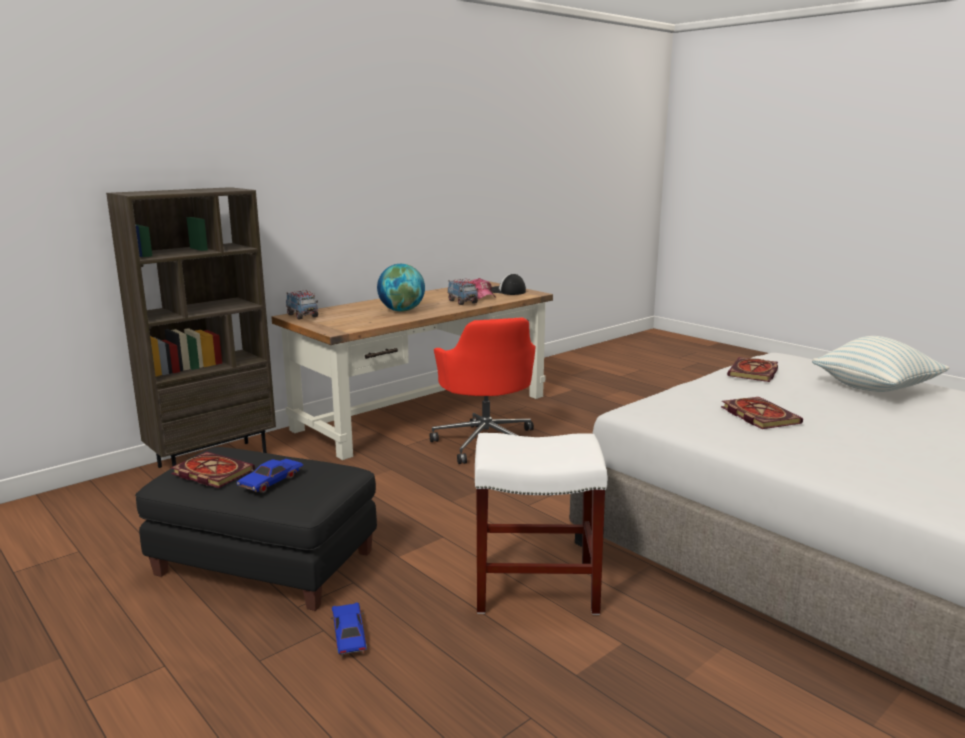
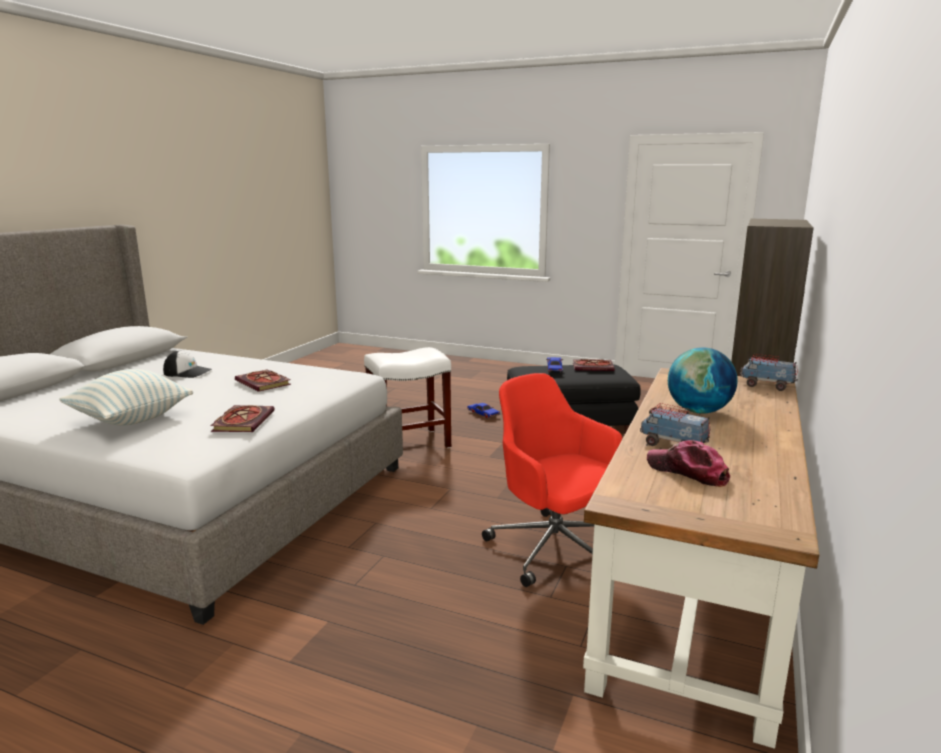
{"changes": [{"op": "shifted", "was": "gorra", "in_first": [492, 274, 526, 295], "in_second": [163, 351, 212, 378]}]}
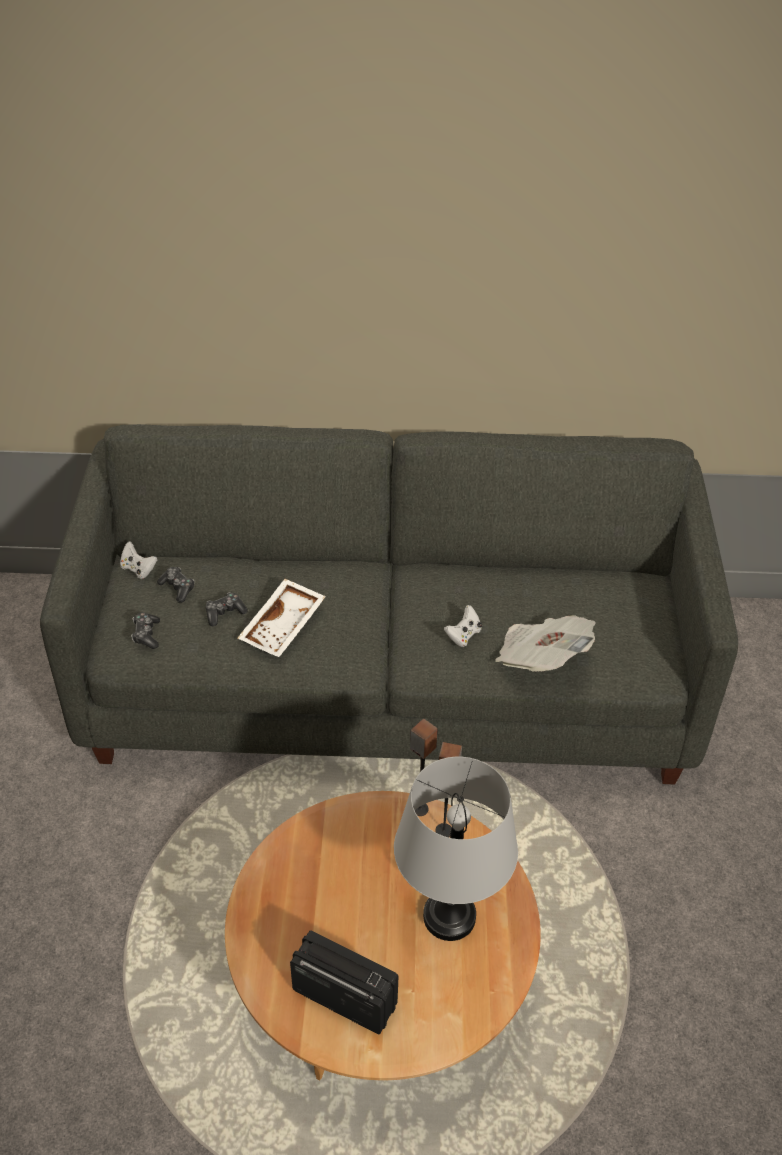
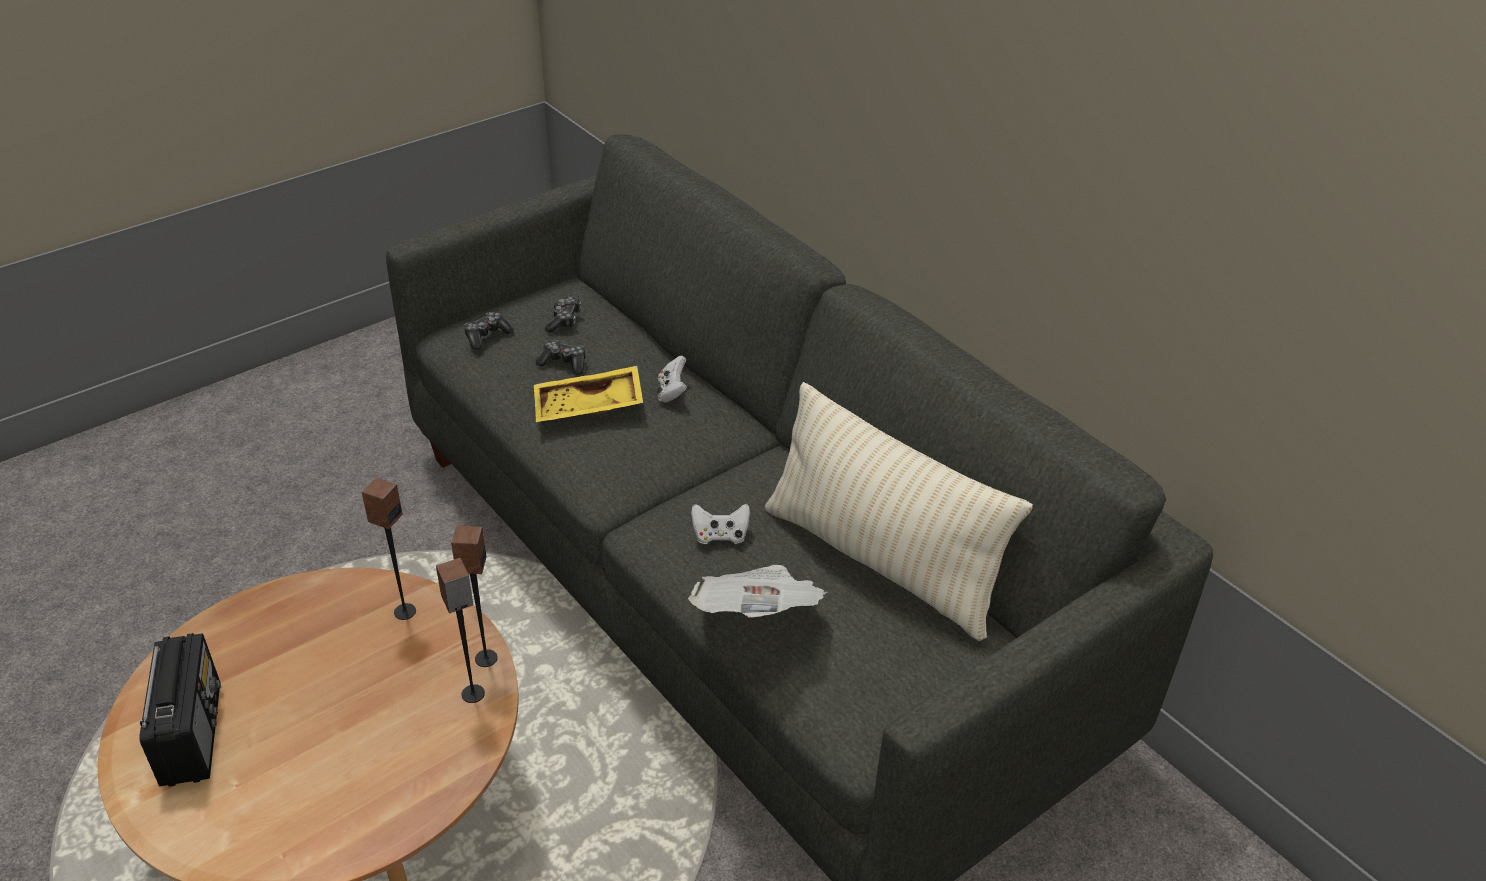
{"changes": [{"op": "shifted", "was": "mando de consola (blanco)", "in_first": [120, 541, 158, 579], "in_second": [657, 356, 687, 403]}, {"op": "repainted", "was": "bandeja (blanco)", "now": "bandeja (amarillo)", "in_first": [238, 579, 326, 657], "in_second": [534, 366, 643, 422]}, {"op": "gone", "was": "lámpara de mesa (gris)", "in_first": [394, 757, 518, 941]}, {"op": "new", "now": "cojín (beis)", "in_second": [765, 382, 1033, 641]}, {"op": "new", "now": "altavoz", "in_second": [361, 478, 416, 620]}]}
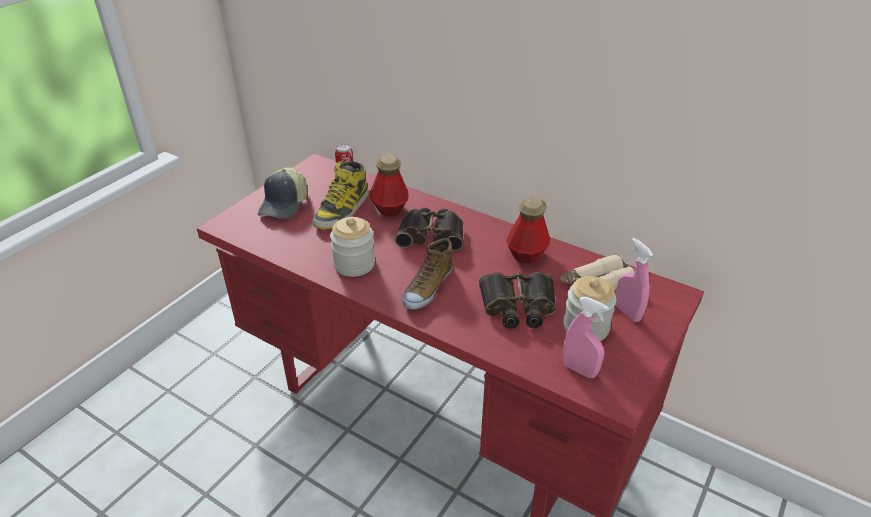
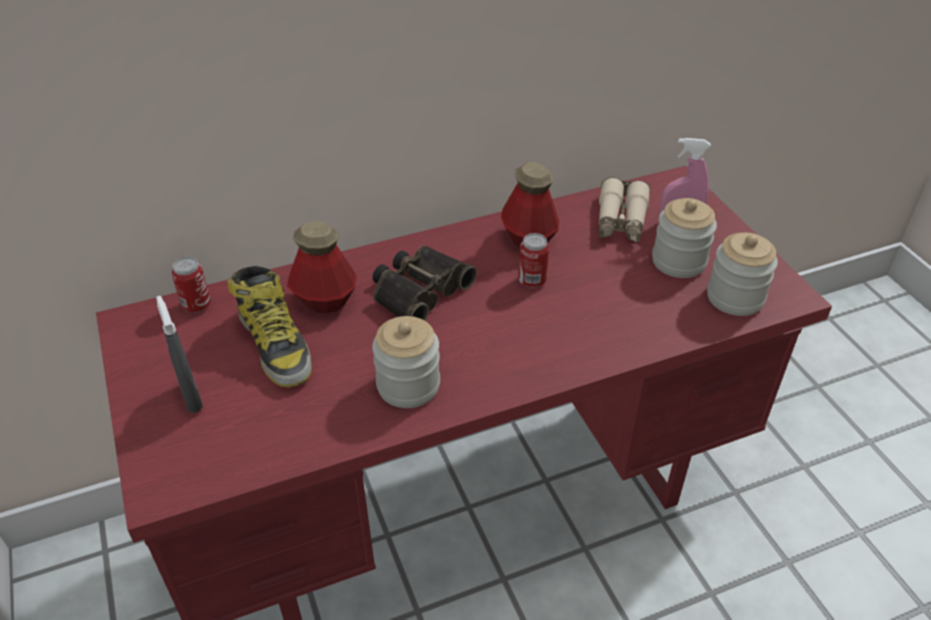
{"changes": [{"op": "swapped", "was": "gorra", "now": "pulverizador (gris)", "in_first": [258, 167, 307, 219], "in_second": [156, 296, 203, 413]}, {"op": "gone", "was": "zapato", "in_first": [402, 238, 453, 310]}, {"op": "gone", "was": "prismáticos", "in_first": [479, 272, 556, 328]}, {"op": "swapped", "was": "pulverizador (rosa)", "now": "tarro", "in_first": [563, 297, 609, 378], "in_second": [707, 233, 778, 316]}, {"op": "new", "now": "lata", "in_second": [518, 233, 549, 288]}]}
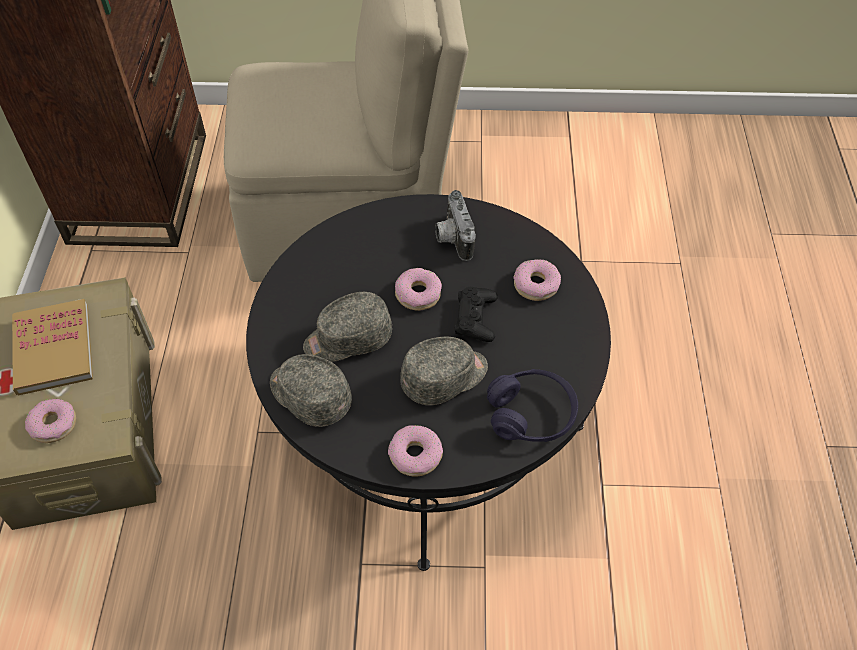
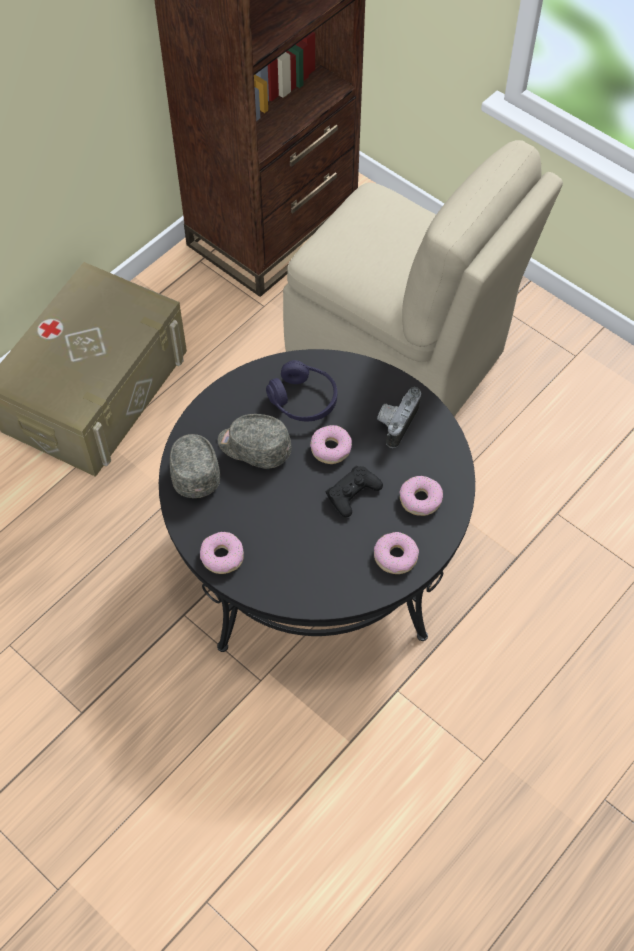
{"changes": [{"op": "gone", "was": "libro", "in_first": [12, 299, 93, 395]}, {"op": "gone", "was": "gorra (gris)", "in_first": [400, 337, 488, 405]}, {"op": "shifted", "was": "auriculares (morado)", "in_first": [487, 369, 578, 442], "in_second": [266, 360, 337, 421]}, {"op": "shifted", "was": "rosquilla", "in_first": [25, 399, 76, 443], "in_second": [374, 532, 419, 574]}]}
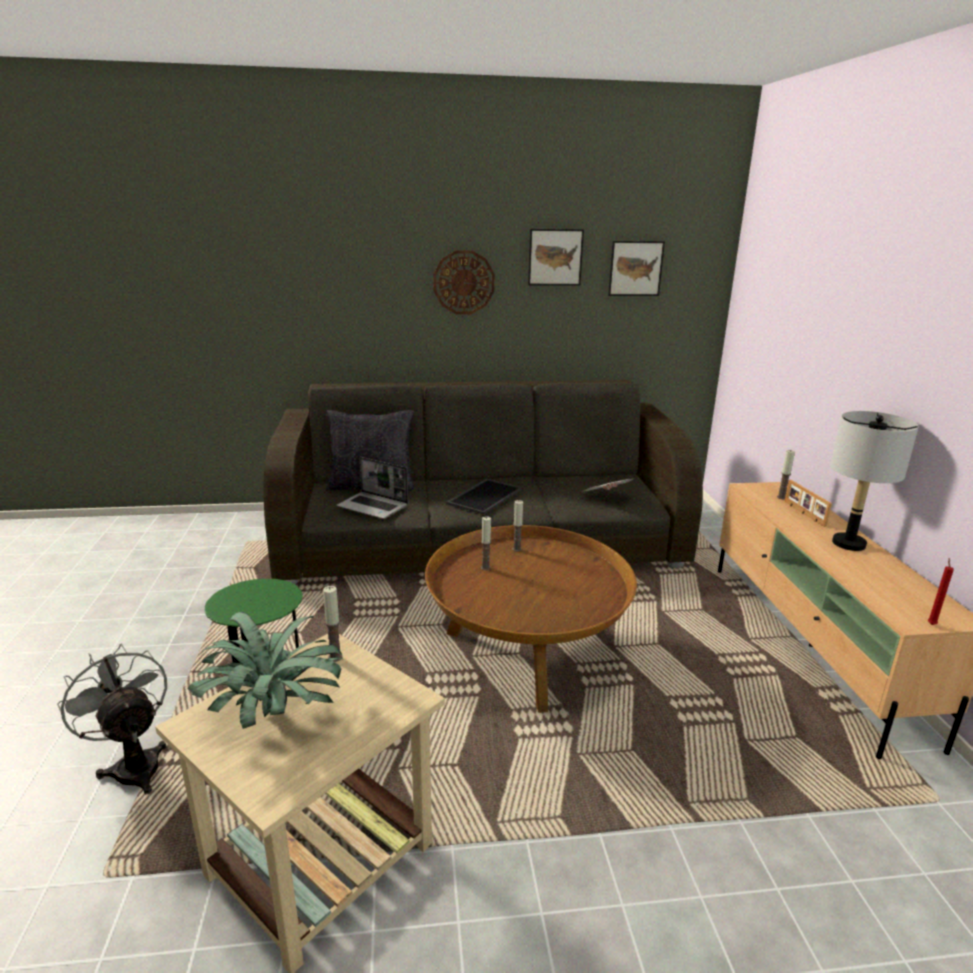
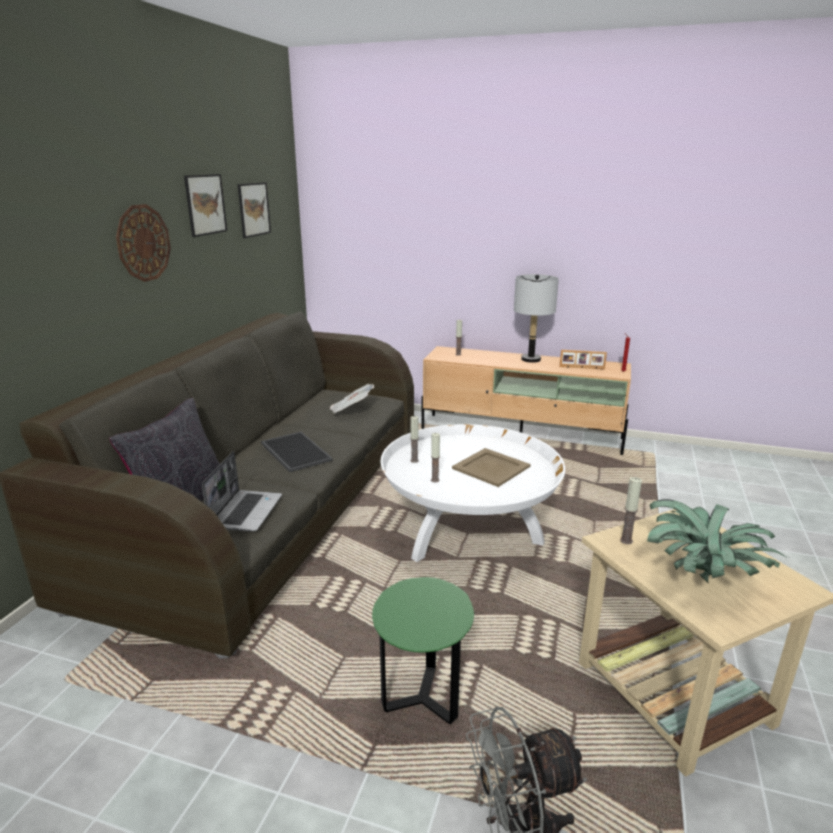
{"changes": [{"op": "rotated", "was": "portátil", "in_first": [337, 457, 408, 519], "in_second": [202, 451, 282, 532], "clockwise": -45}, {"op": "shifted", "was": "portarretratos", "in_first": [785, 480, 832, 527], "in_second": [560, 350, 607, 370]}, {"op": "repainted", "was": "mesa de centro (marrón)", "now": "mesa de centro (blanco)", "in_first": [425, 525, 637, 713], "in_second": [381, 424, 565, 562]}, {"op": "new", "now": "bandeja (beis)", "in_second": [452, 448, 531, 487]}]}
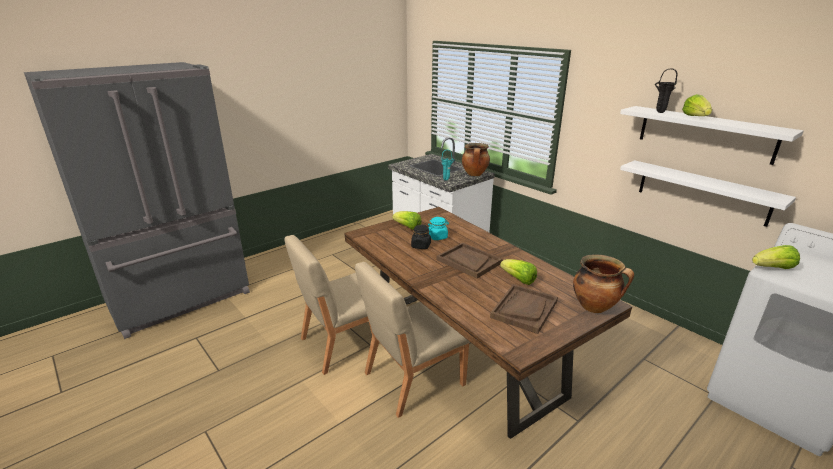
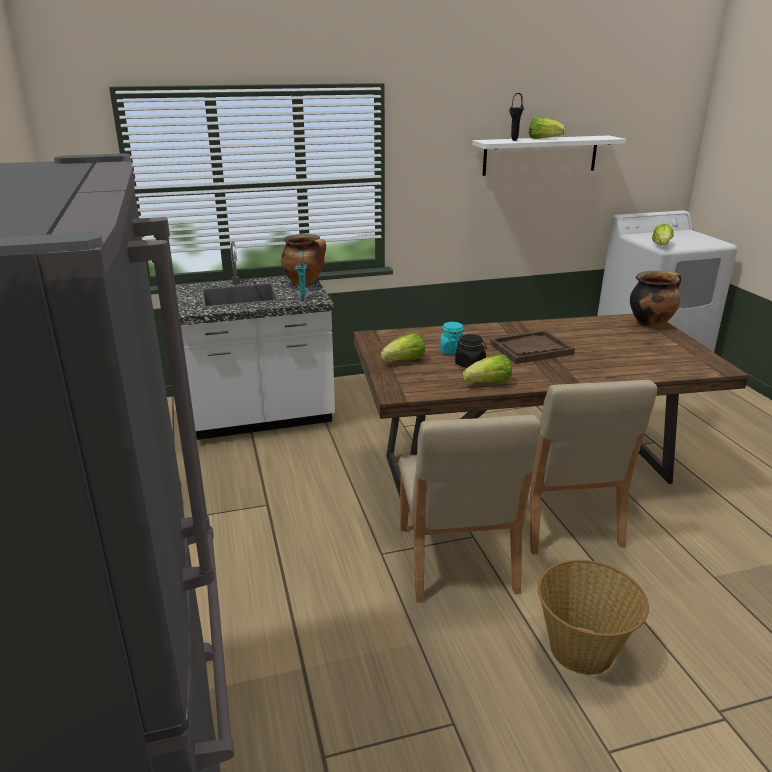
{"changes": [{"op": "gone", "was": "estante (blanco)", "in_first": [620, 160, 796, 227]}, {"op": "shifted", "was": "lechuga", "in_first": [500, 259, 537, 285], "in_second": [463, 354, 512, 383]}, {"op": "gone", "was": "bandeja (marrón)", "in_first": [490, 284, 558, 334]}, {"op": "new", "now": "cesta", "in_second": [538, 560, 649, 675]}]}
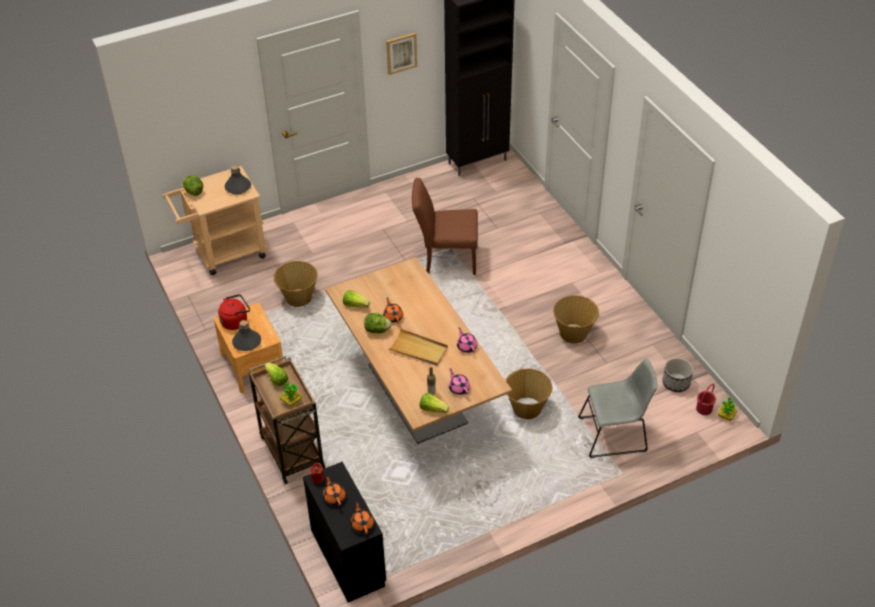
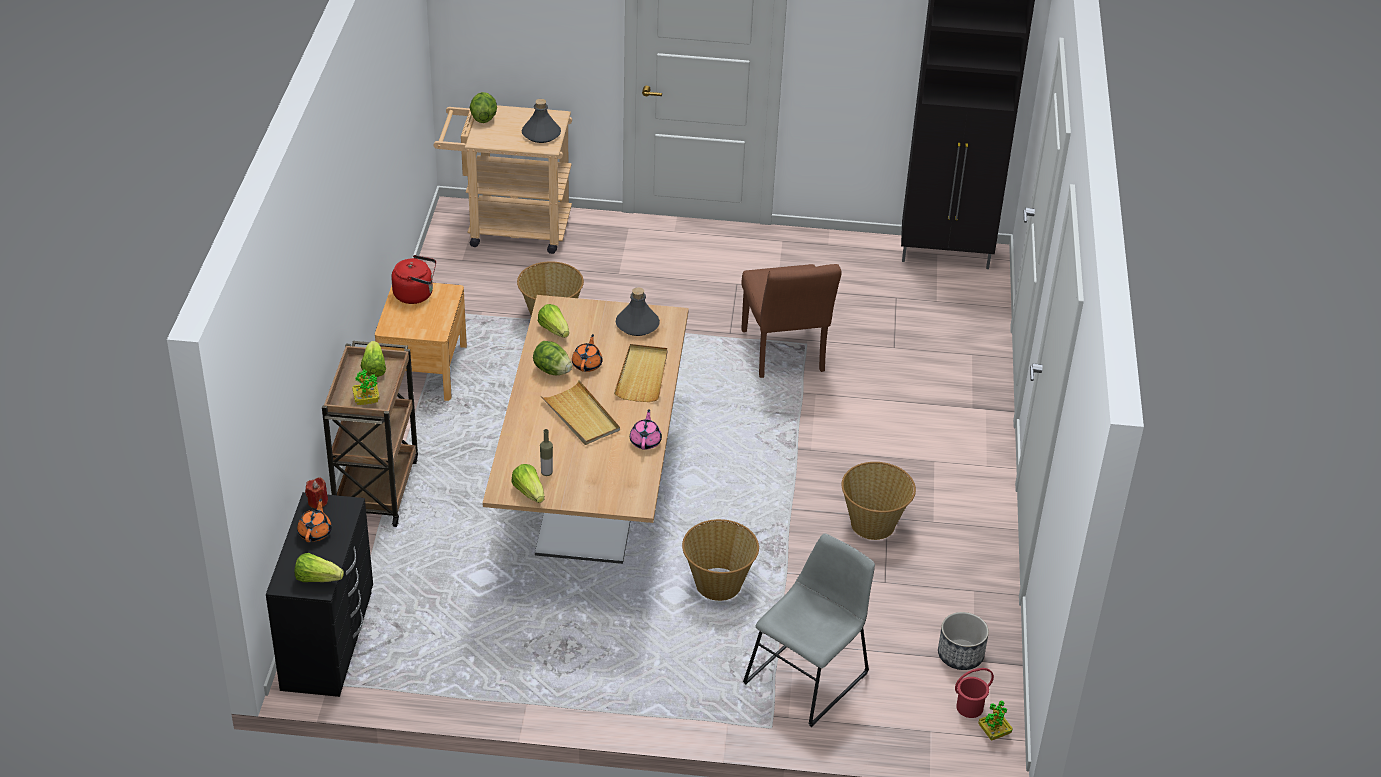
{"changes": [{"op": "gone", "was": "cuadro", "in_first": [386, 33, 417, 75]}, {"op": "rotated", "was": "silla (marrón)", "in_first": [412, 178, 478, 275], "in_second": [741, 264, 842, 378], "clockwise": -135}, {"op": "shifted", "was": "botella (gris)", "in_first": [232, 320, 261, 351], "in_second": [616, 287, 660, 336]}, {"op": "rotated", "was": "silla (gris)", "in_first": [578, 358, 658, 458], "in_second": [743, 533, 875, 727], "clockwise": -75}, {"op": "gone", "was": "tetera (rosa)", "in_first": [449, 369, 470, 395]}, {"op": "swapped", "was": "tetera (naranja)", "now": "lechuga", "in_first": [351, 501, 374, 534], "in_second": [295, 553, 344, 582]}, {"op": "new", "now": "bandeja (beis)", "in_second": [614, 344, 668, 402]}]}
